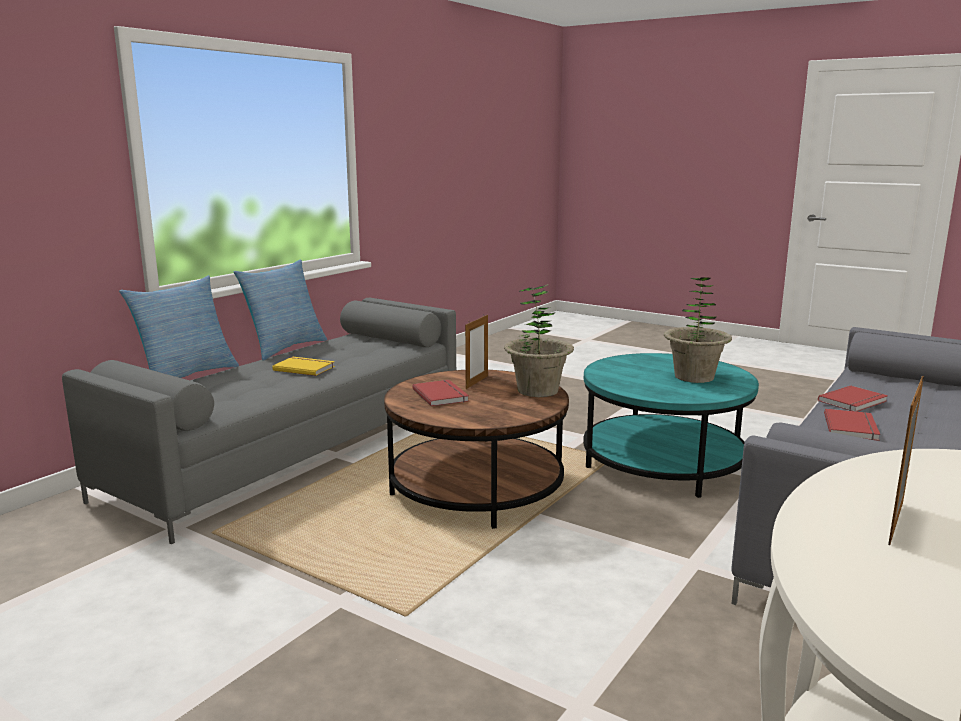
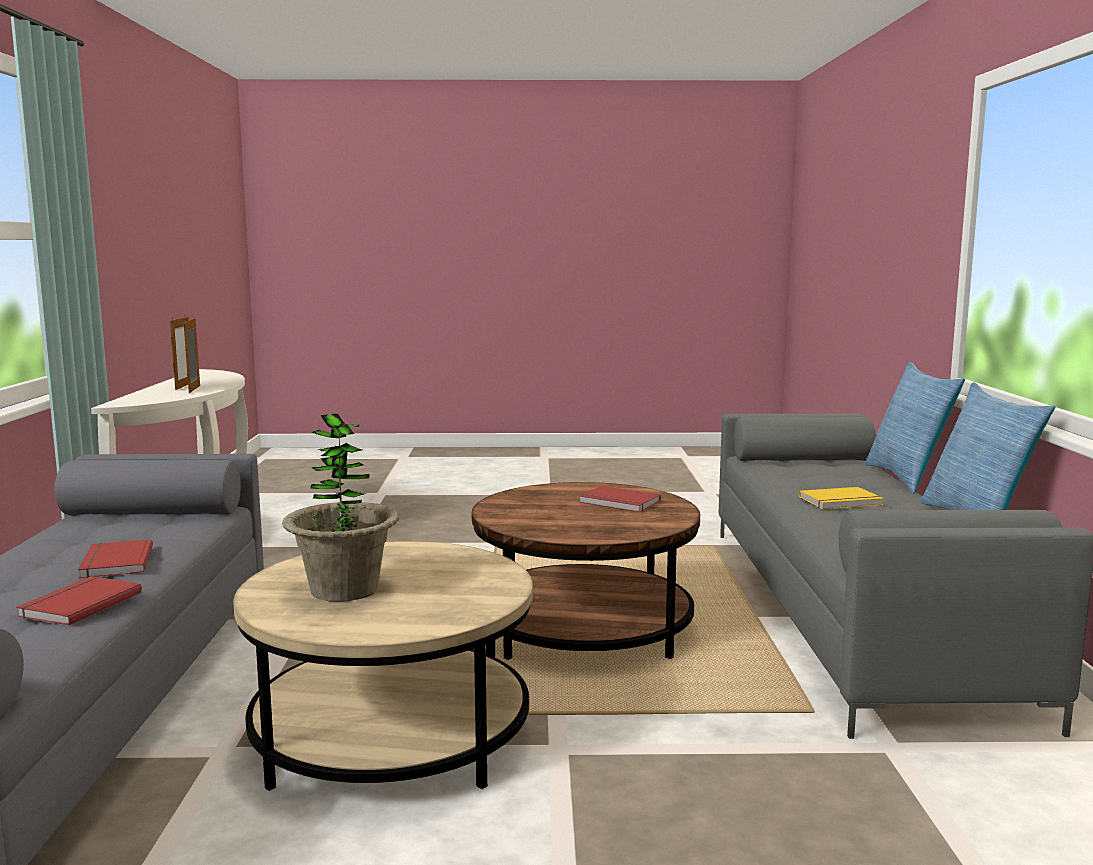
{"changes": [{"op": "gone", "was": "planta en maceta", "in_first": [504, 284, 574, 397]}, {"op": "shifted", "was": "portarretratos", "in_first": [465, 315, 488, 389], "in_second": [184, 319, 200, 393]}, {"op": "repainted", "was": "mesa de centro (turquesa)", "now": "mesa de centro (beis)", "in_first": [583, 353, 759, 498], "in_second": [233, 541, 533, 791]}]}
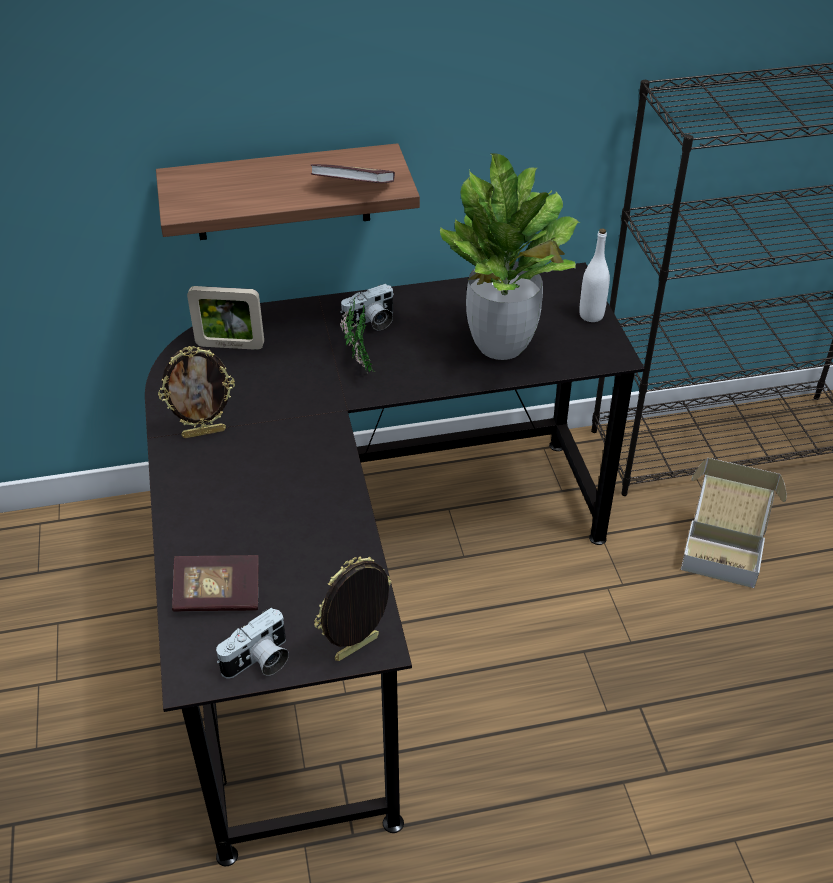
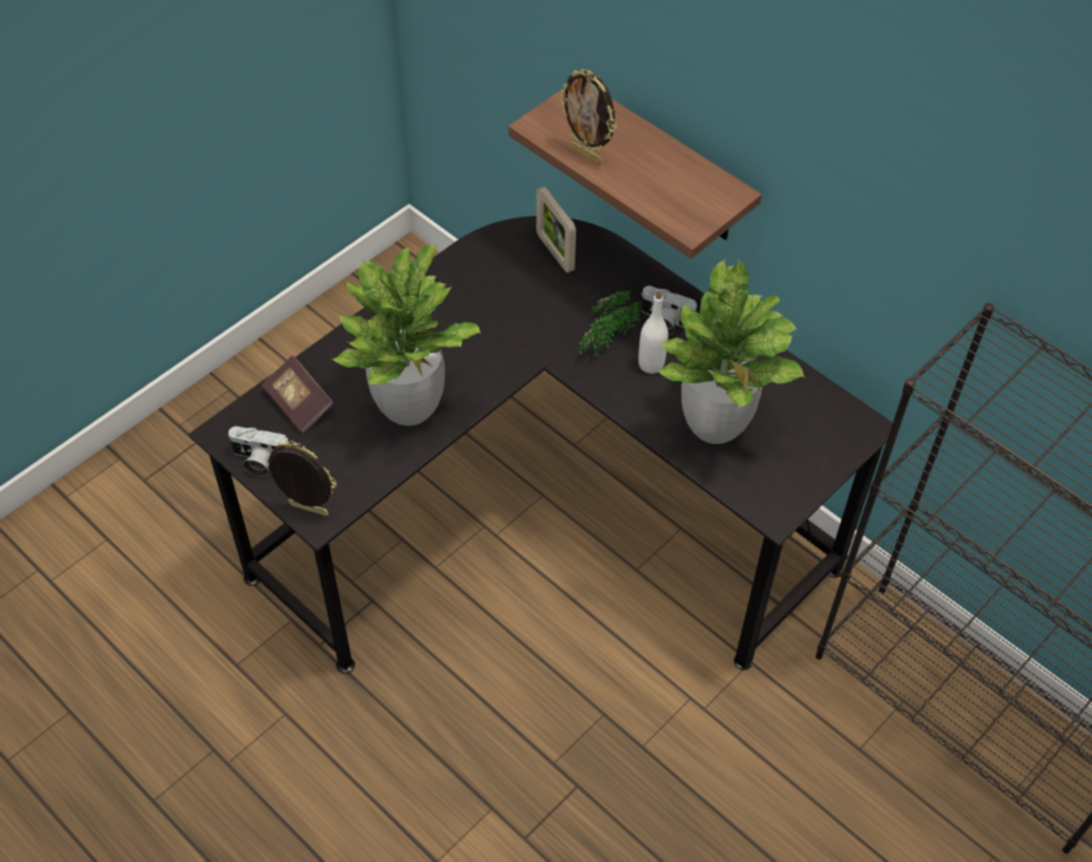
{"changes": [{"op": "gone", "was": "libro", "in_first": [310, 164, 395, 183]}, {"op": "shifted", "was": "botella (blanco)", "in_first": [579, 229, 610, 322], "in_second": [638, 292, 668, 374]}, {"op": "shifted", "was": "portarretratos", "in_first": [158, 346, 235, 438], "in_second": [559, 69, 617, 165]}, {"op": "gone", "was": "caja de cartón", "in_first": [681, 458, 787, 588]}, {"op": "new", "now": "planta en maceta", "in_second": [332, 244, 481, 426]}]}
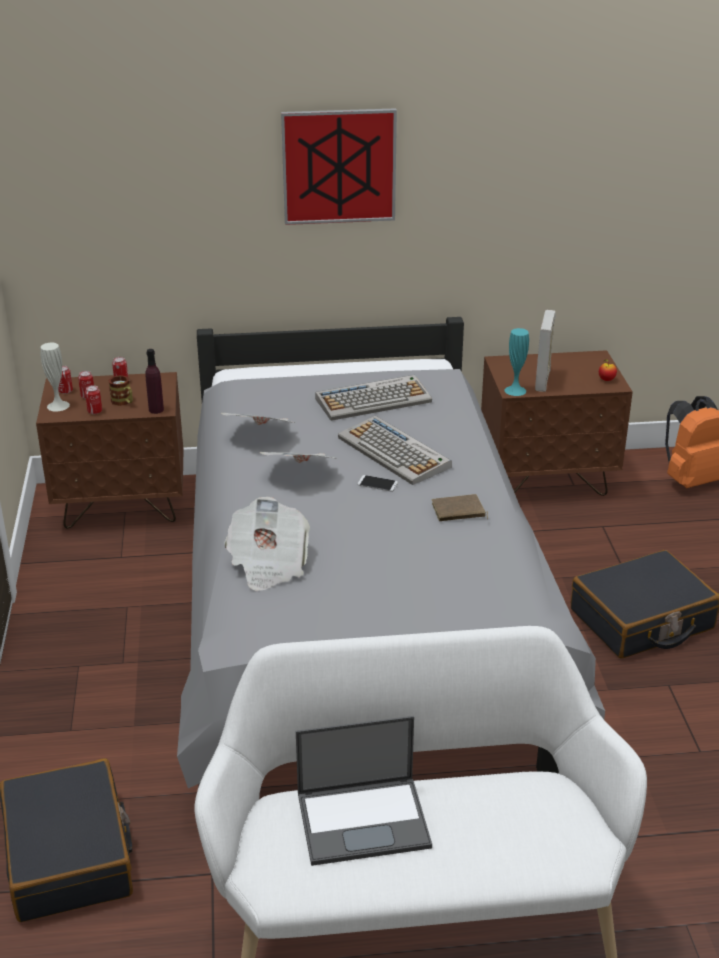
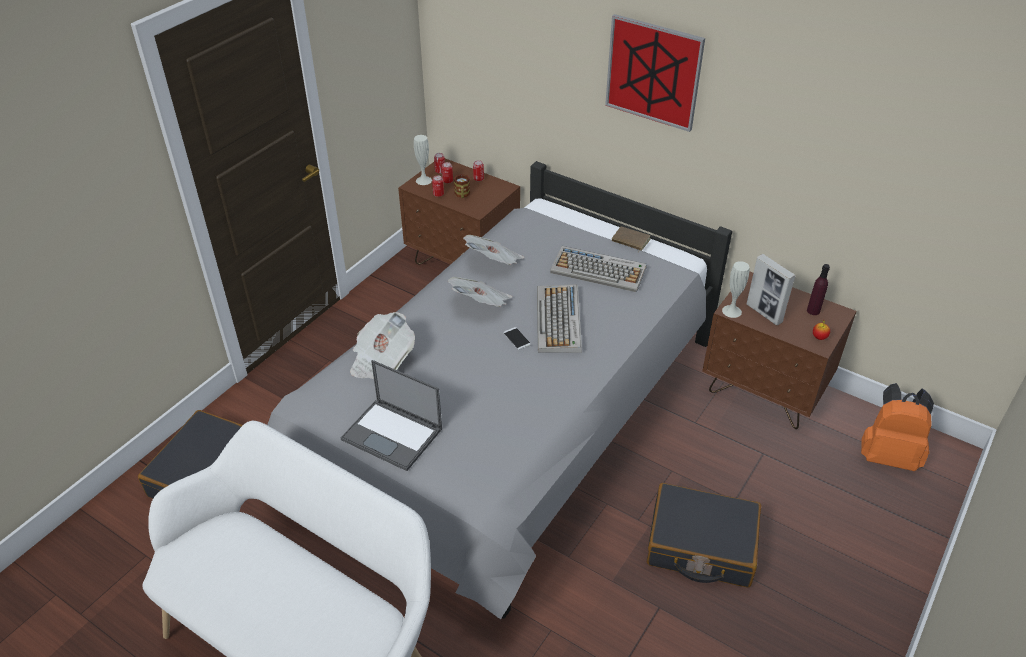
{"changes": [{"op": "rotated", "was": "portarretratos", "in_first": [535, 310, 556, 392], "in_second": [747, 254, 796, 325], "clockwise": -90}, {"op": "repainted", "was": "florero (turquesa)", "now": "florero (blanco)", "in_first": [505, 328, 529, 396], "in_second": [722, 261, 750, 318]}, {"op": "shifted", "was": "botella (morado)", "in_first": [145, 349, 164, 414], "in_second": [807, 264, 830, 315]}, {"op": "shifted", "was": "libro (marrón)", "in_first": [431, 494, 488, 521], "in_second": [612, 227, 651, 252]}, {"op": "shifted", "was": "portátil", "in_first": [296, 716, 432, 866], "in_second": [340, 360, 442, 471]}]}
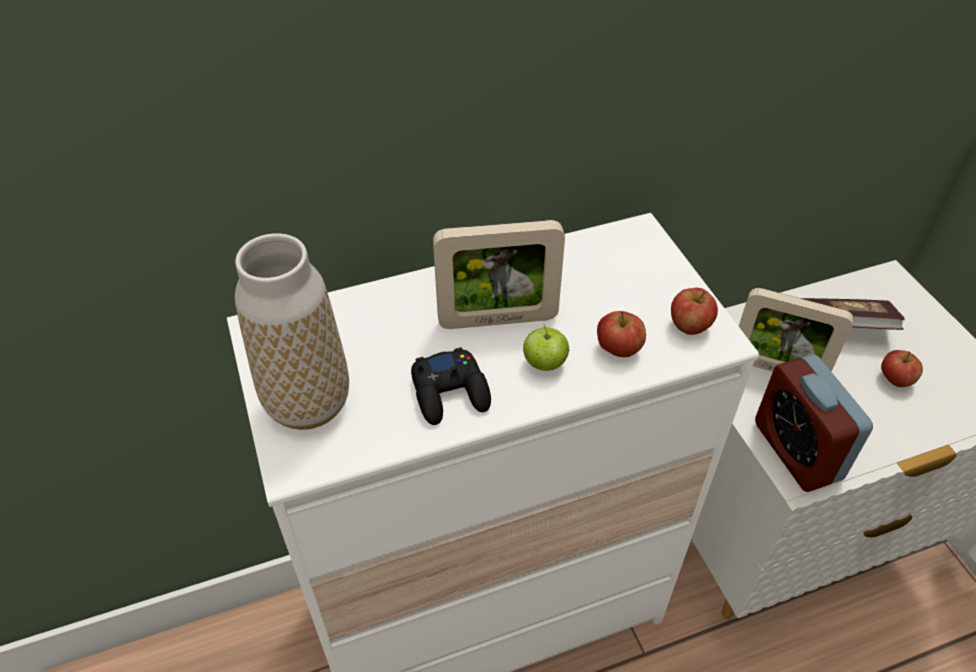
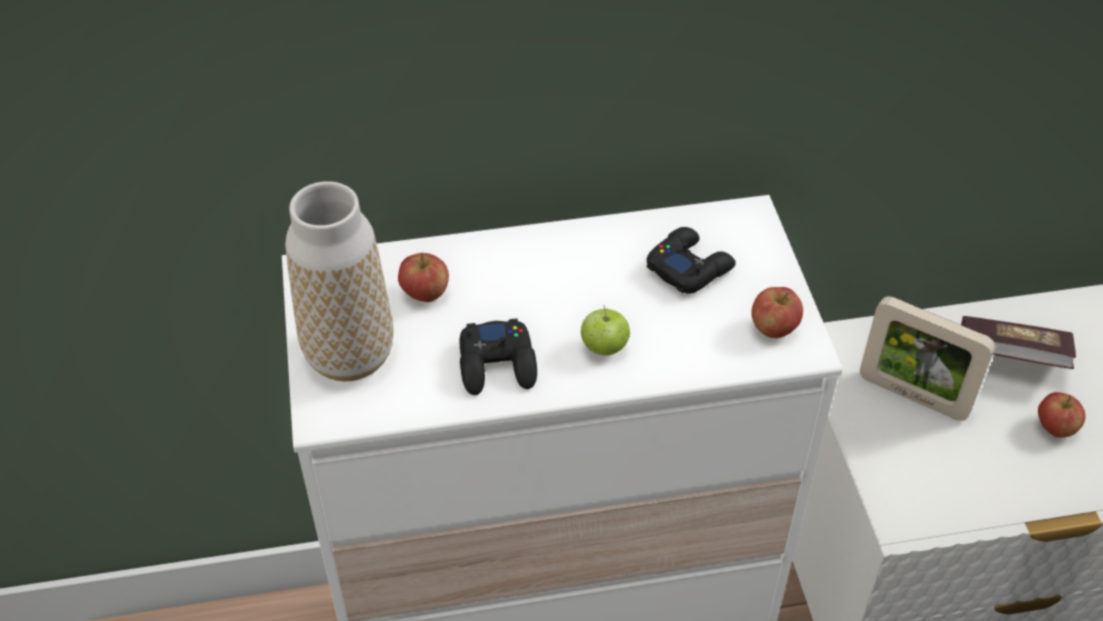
{"changes": [{"op": "gone", "was": "portarretratos", "in_first": [433, 220, 565, 329]}, {"op": "shifted", "was": "manzana", "in_first": [597, 311, 646, 357], "in_second": [398, 253, 449, 302]}, {"op": "gone", "was": "despertador", "in_first": [755, 354, 873, 492]}, {"op": "new", "now": "mando de consola (negro)", "in_second": [647, 227, 736, 294]}]}
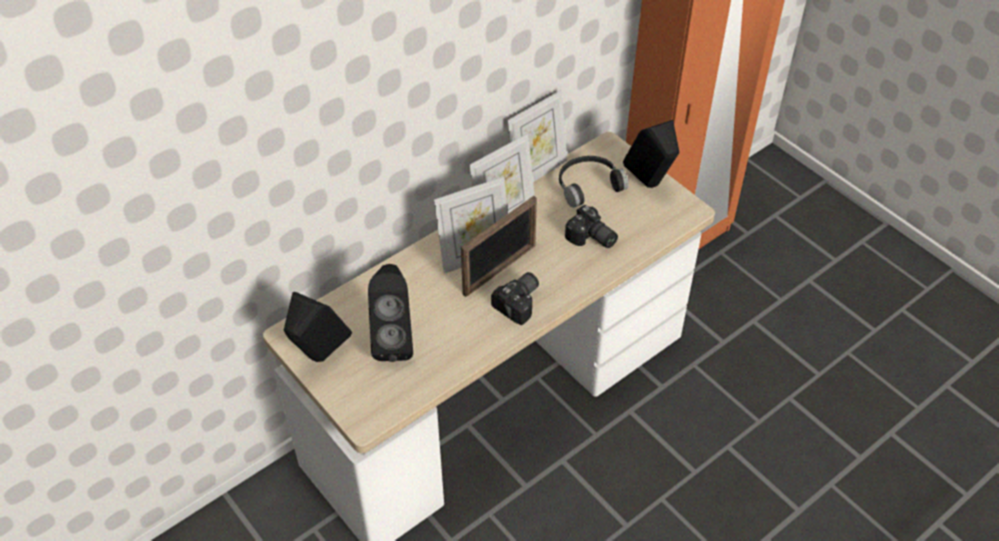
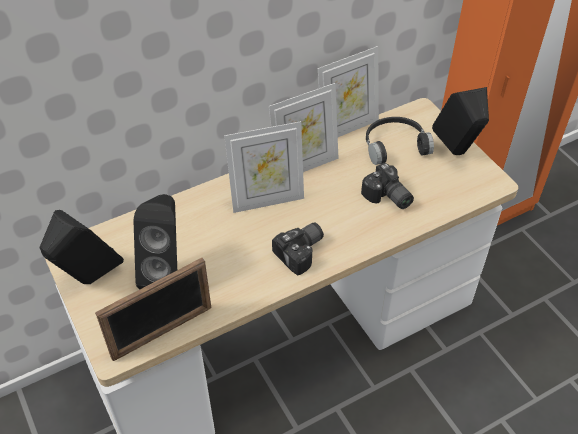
{"changes": [{"op": "shifted", "was": "portarretratos", "in_first": [461, 196, 537, 297], "in_second": [95, 257, 211, 361]}]}
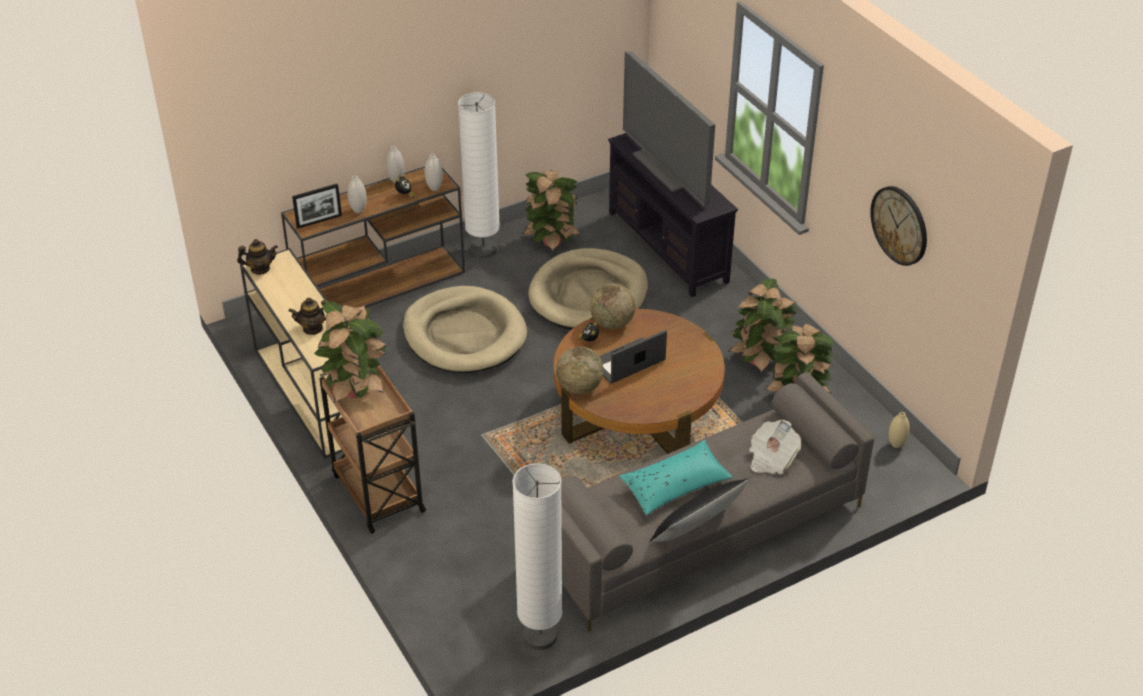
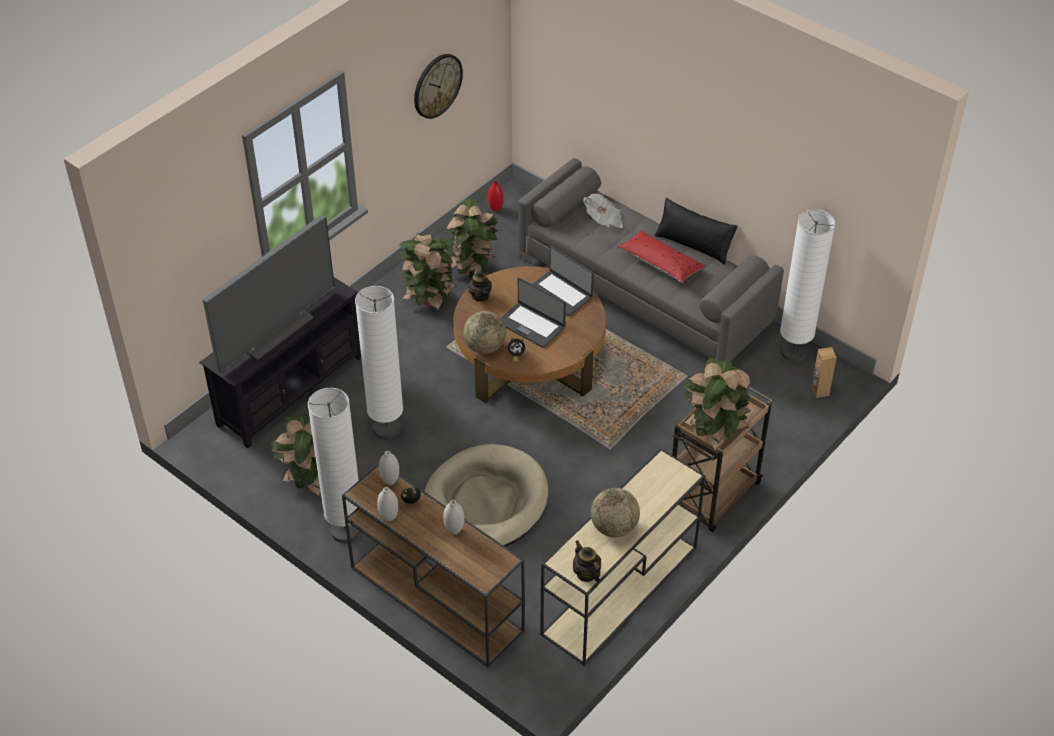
{"changes": [{"op": "gone", "was": "portarretratos", "in_first": [292, 184, 342, 229]}, {"op": "swapped", "was": "cama para perro (beis)", "now": "lámpara de pie (blanco)", "in_first": [528, 248, 648, 330], "in_second": [355, 286, 403, 440]}, {"op": "shifted", "was": "tetera", "in_first": [289, 298, 329, 335], "in_second": [468, 267, 492, 301]}, {"op": "shifted", "was": "globo terráqueo", "in_first": [556, 346, 604, 394], "in_second": [591, 488, 640, 537]}, {"op": "repainted", "was": "florero (beis)", "now": "florero (rojo)", "in_first": [889, 412, 910, 448], "in_second": [488, 181, 504, 211]}, {"op": "repainted", "was": "cojín (turquesa)", "now": "cojín (rojo)", "in_first": [619, 440, 733, 515], "in_second": [617, 231, 705, 283]}, {"op": "new", "now": "portátil", "in_second": [532, 246, 594, 316]}, {"op": "new", "now": "altavoz (marrón)", "in_second": [811, 347, 837, 398]}]}
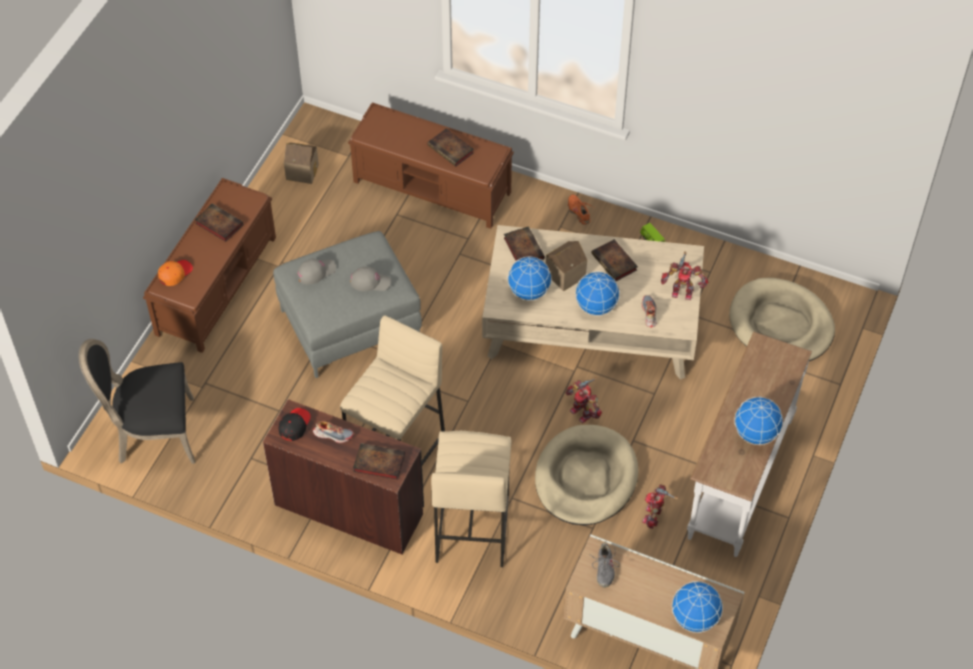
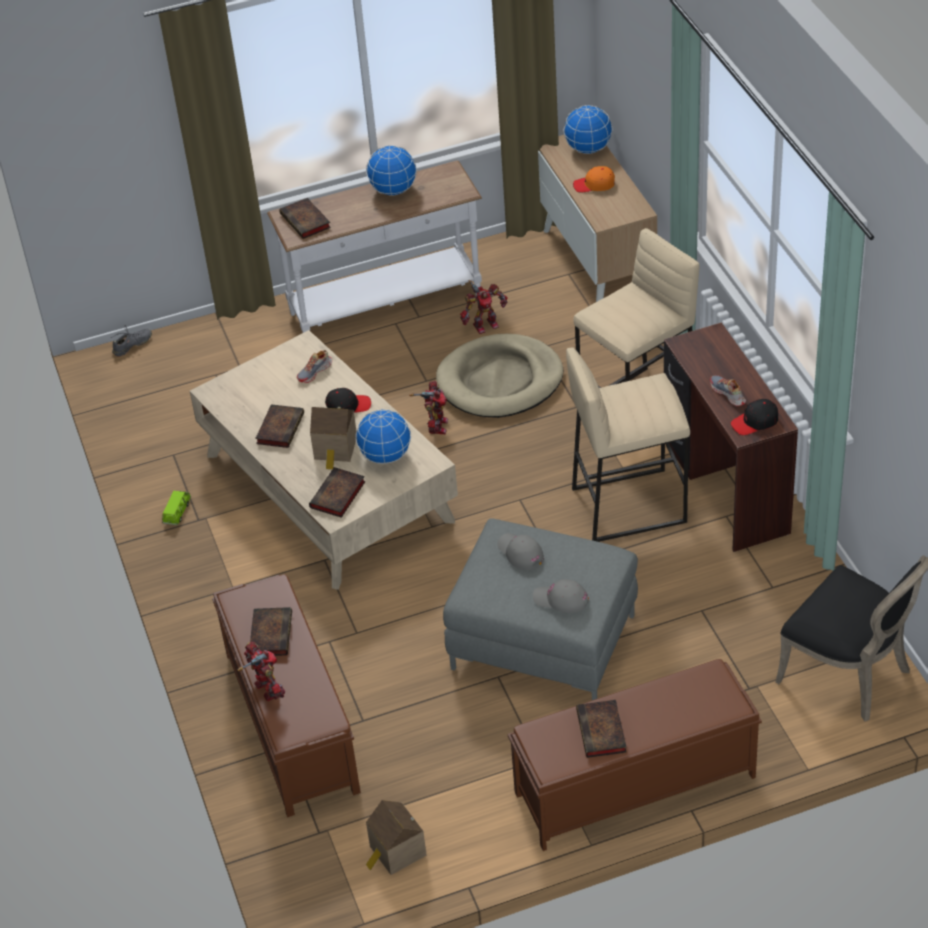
{"changes": [{"op": "gone", "was": "zapato (naranja)", "in_first": [568, 194, 593, 225]}, {"op": "shifted", "was": "robot de juguete", "in_first": [661, 252, 708, 300], "in_second": [238, 641, 285, 701]}, {"op": "shifted", "was": "gorra (naranja)", "in_first": [158, 260, 193, 286], "in_second": [573, 166, 615, 192]}, {"op": "swapped", "was": "globo terráqueo", "now": "gorra (negro)", "in_first": [575, 271, 620, 316], "in_second": [325, 388, 371, 413]}, {"op": "gone", "was": "cama para perro (beis)", "in_first": [729, 278, 835, 361]}, {"op": "shifted", "was": "libro", "in_first": [353, 443, 405, 480], "in_second": [279, 198, 331, 239]}, {"op": "shifted", "was": "zapato (gris)", "in_first": [591, 543, 620, 588], "in_second": [111, 325, 152, 357]}]}
